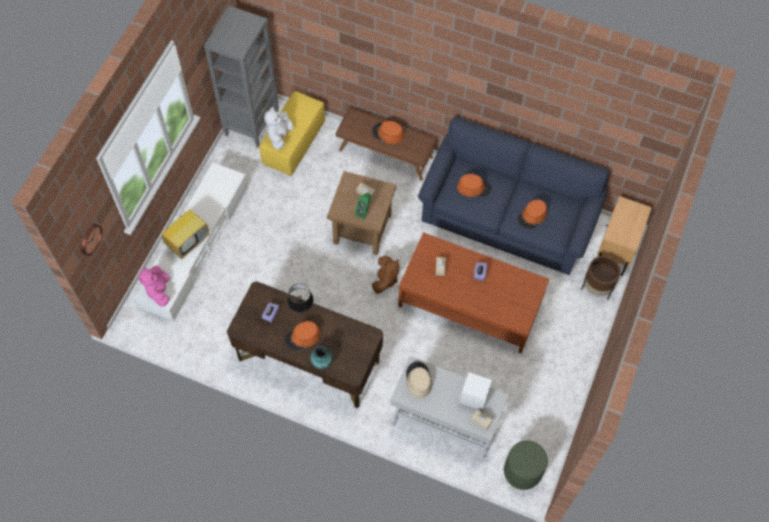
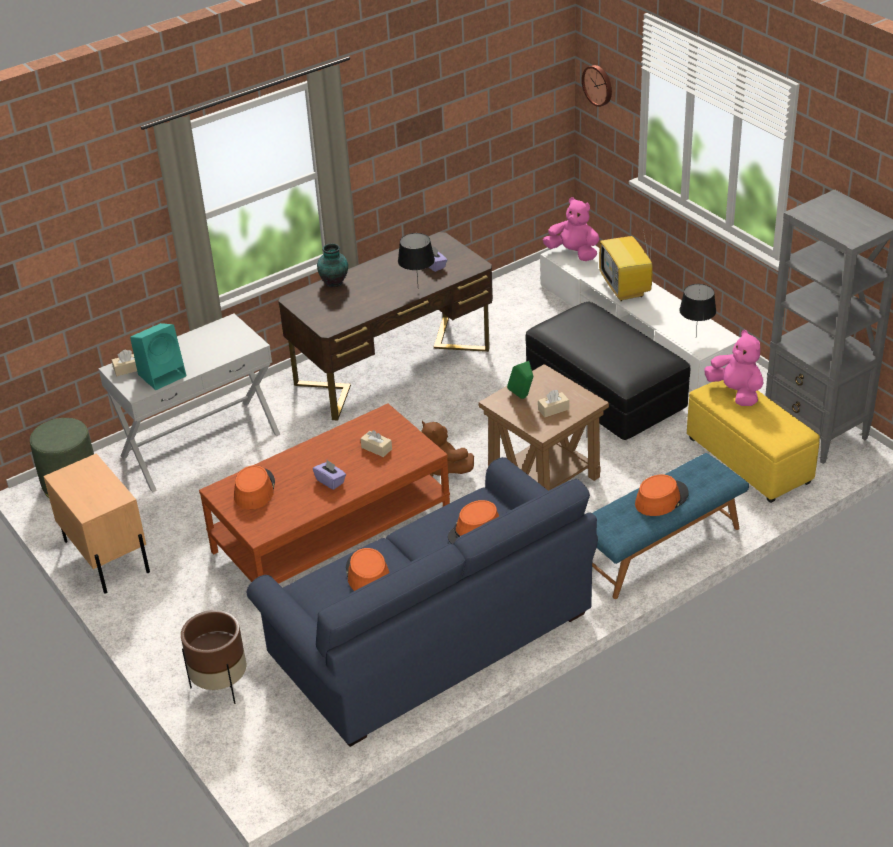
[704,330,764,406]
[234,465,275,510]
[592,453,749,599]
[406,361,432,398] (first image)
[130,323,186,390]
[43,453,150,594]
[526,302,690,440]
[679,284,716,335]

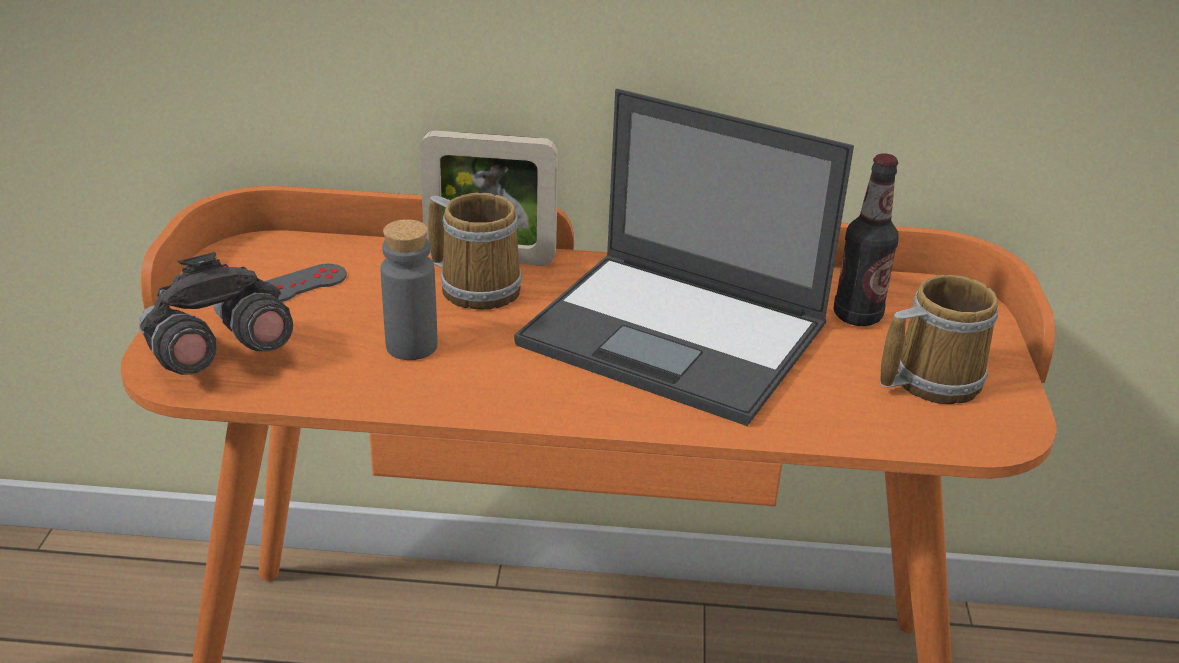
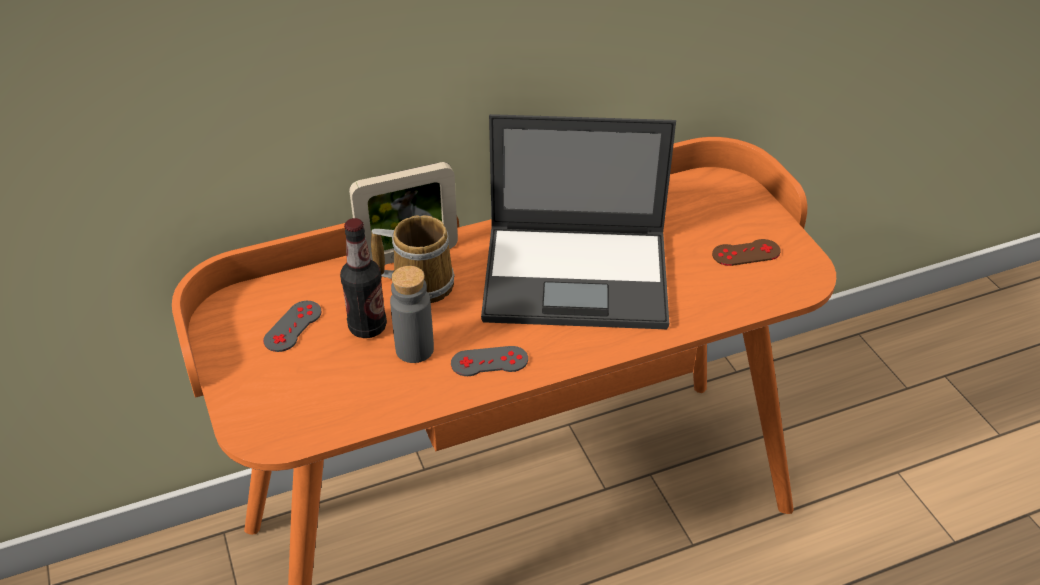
[139,252,293,375] (first image)
[340,218,387,338]
[712,239,780,266]
[451,346,528,376]

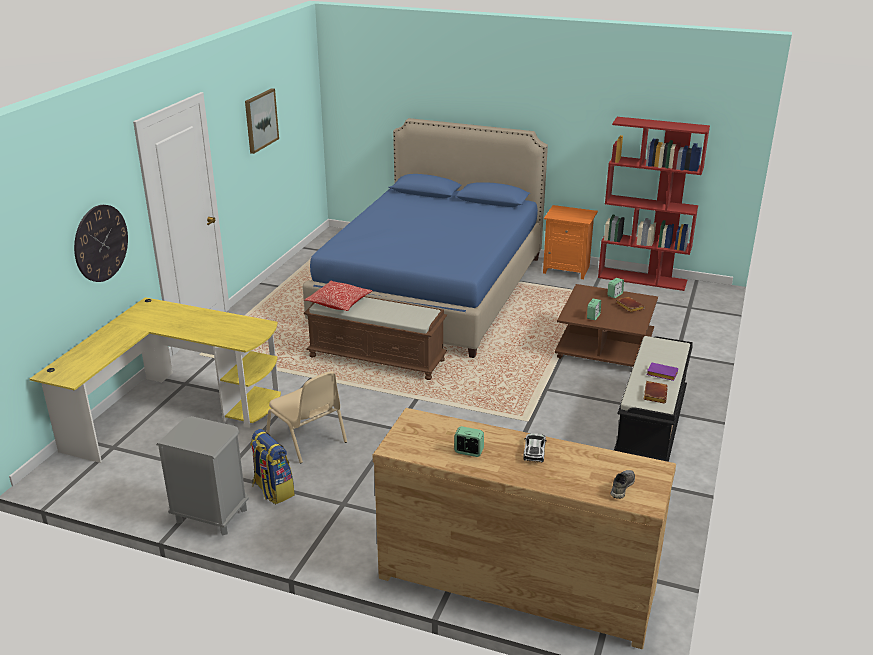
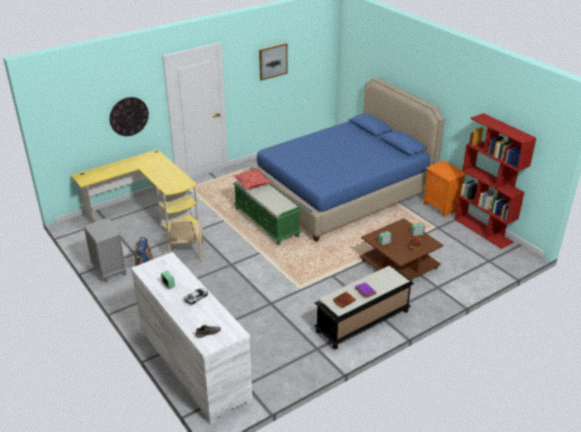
[233,181,301,245]
[131,252,252,424]

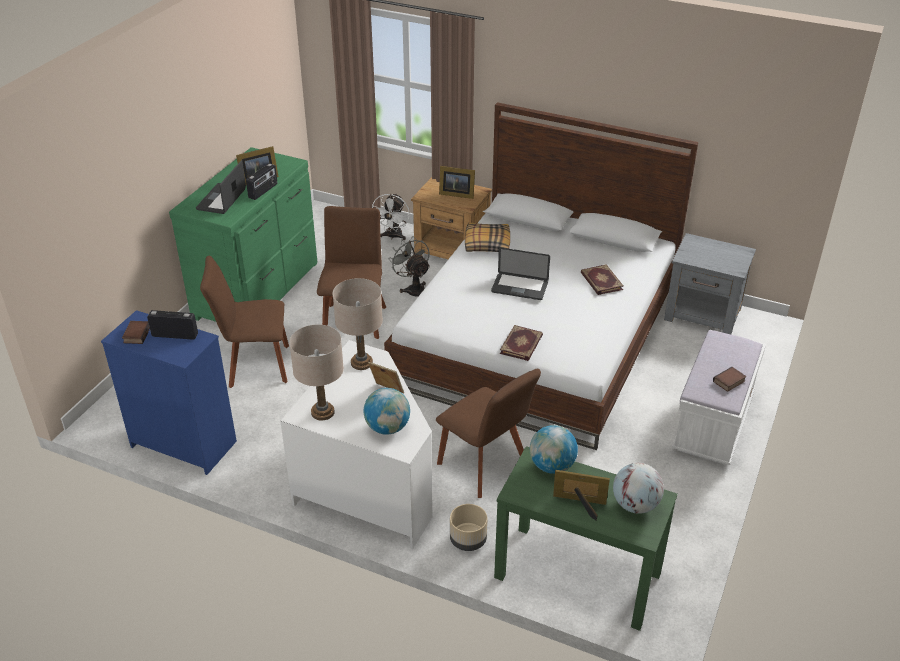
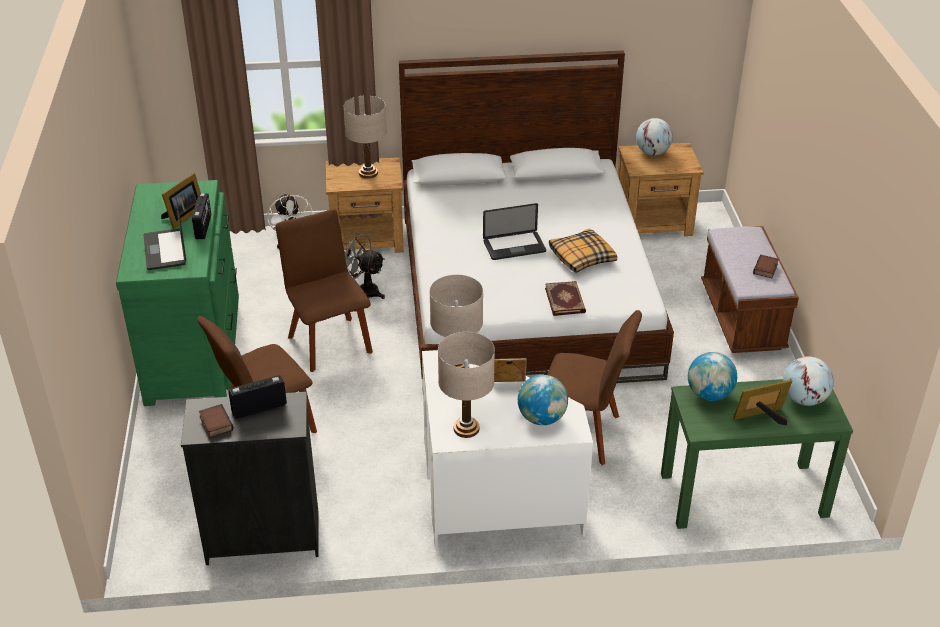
[181,392,319,565]
[343,96,387,179]
[450,504,487,551] (first image)
[549,229,617,273]
[581,264,623,295] (first image)
[618,143,704,236]
[701,226,799,353]
[636,118,673,155]

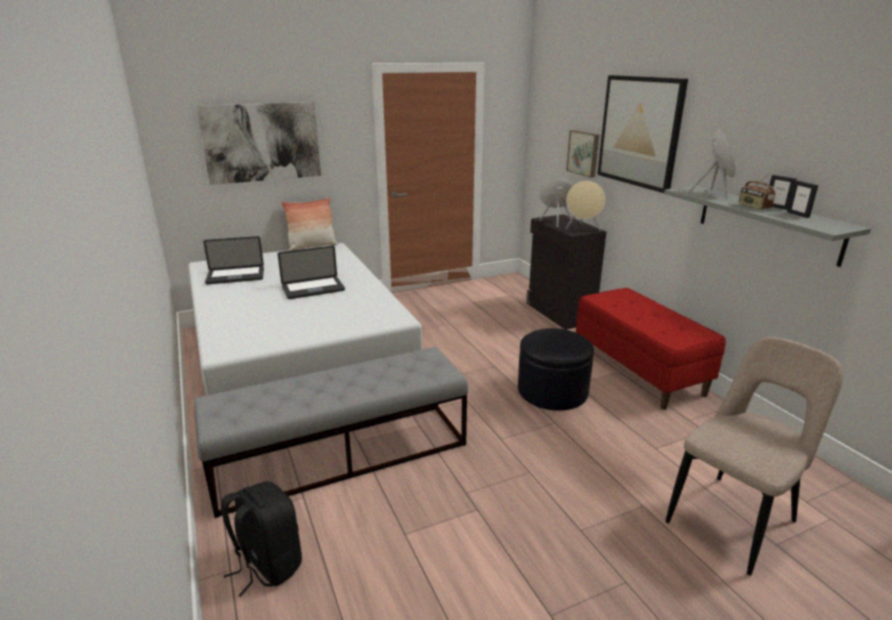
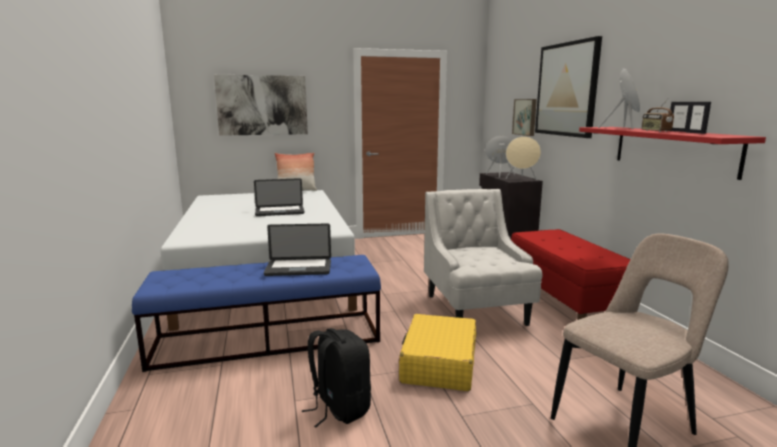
[132,255,381,372]
[264,223,331,276]
[302,328,371,427]
[424,189,543,326]
[579,127,766,180]
[399,314,476,391]

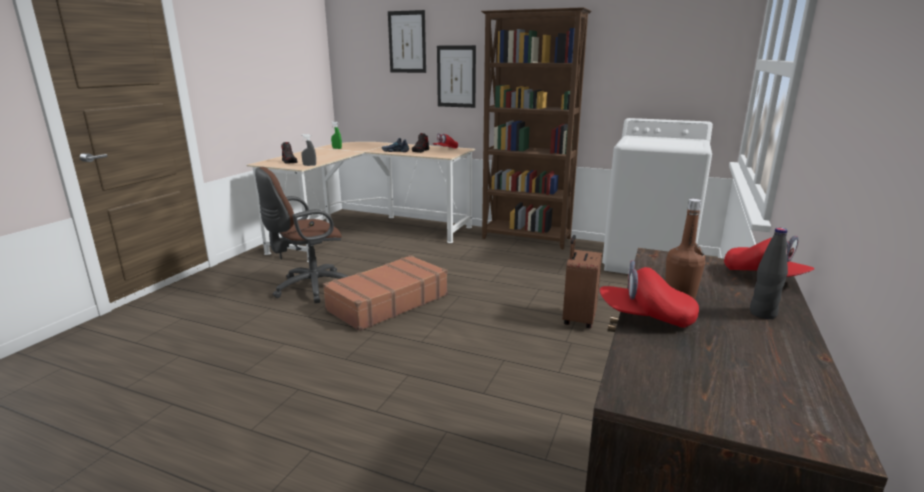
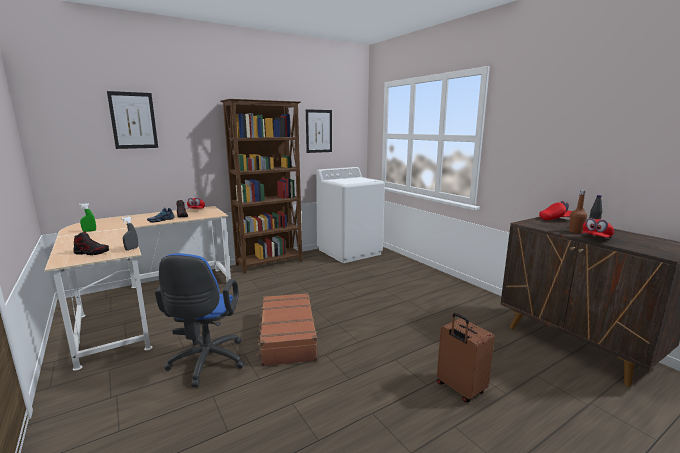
[155,253,245,387]
[306,109,332,153]
[437,313,495,402]

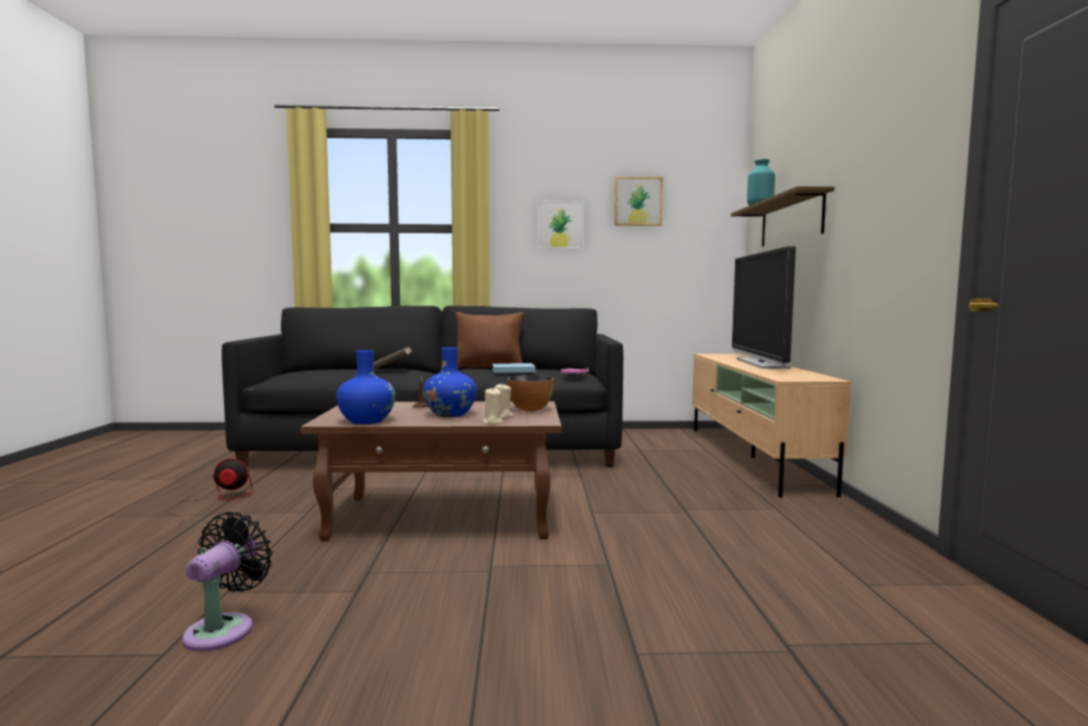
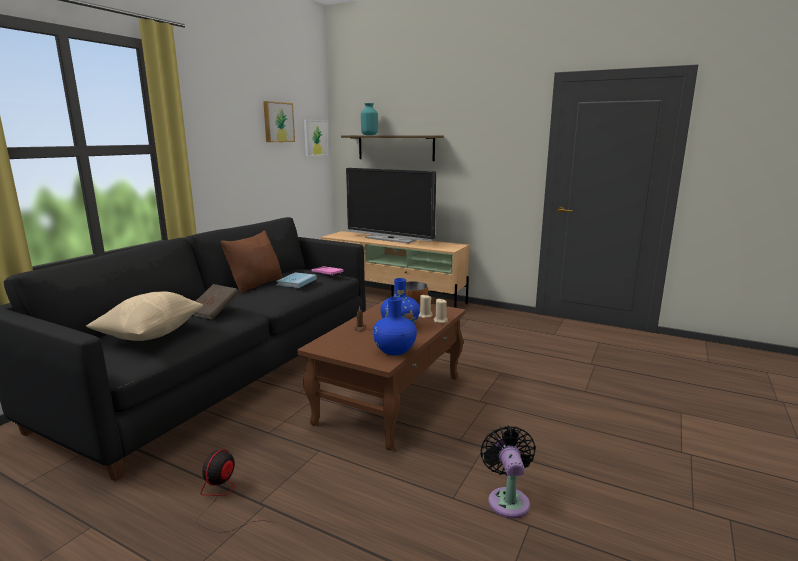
[480,425,536,518]
[304,120,328,156]
[86,291,203,341]

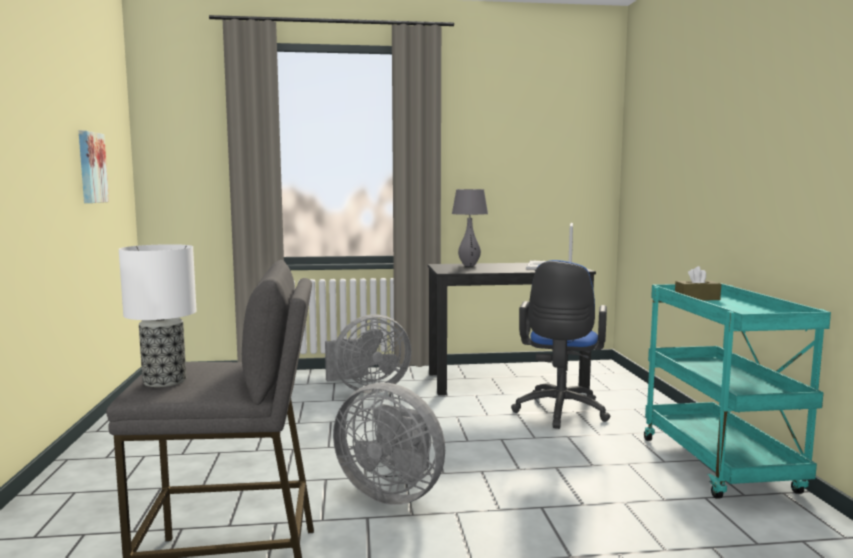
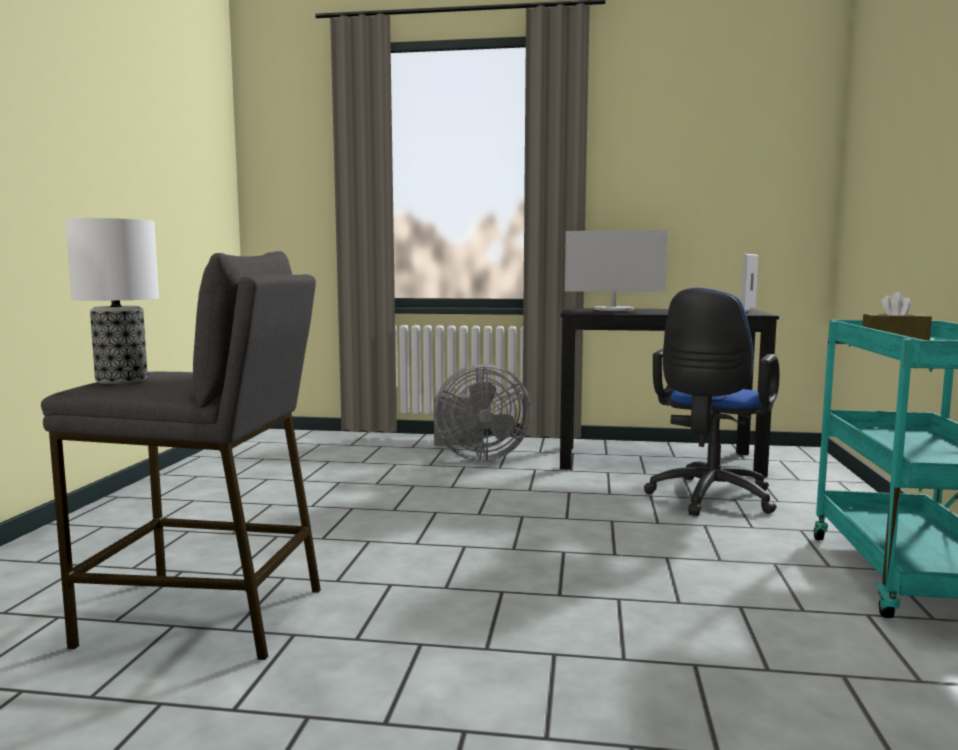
[79,130,109,203] (first image)
[333,382,445,505] (first image)
[565,230,668,311]

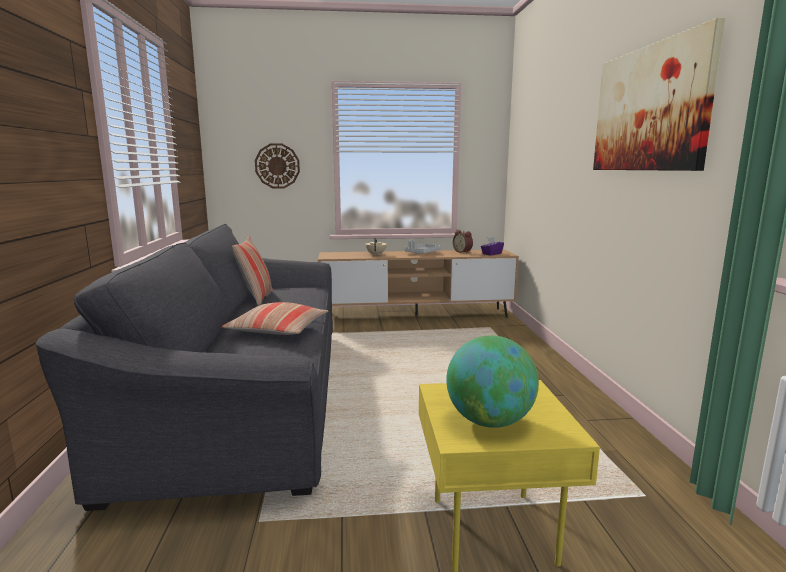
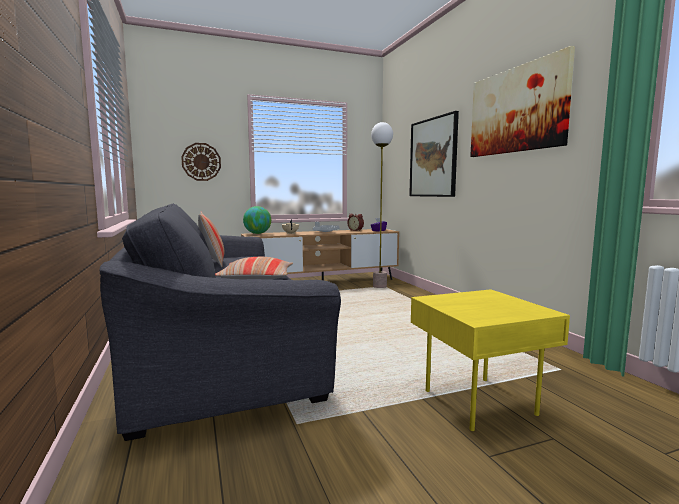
[243,206,271,234]
[371,122,393,288]
[409,111,459,197]

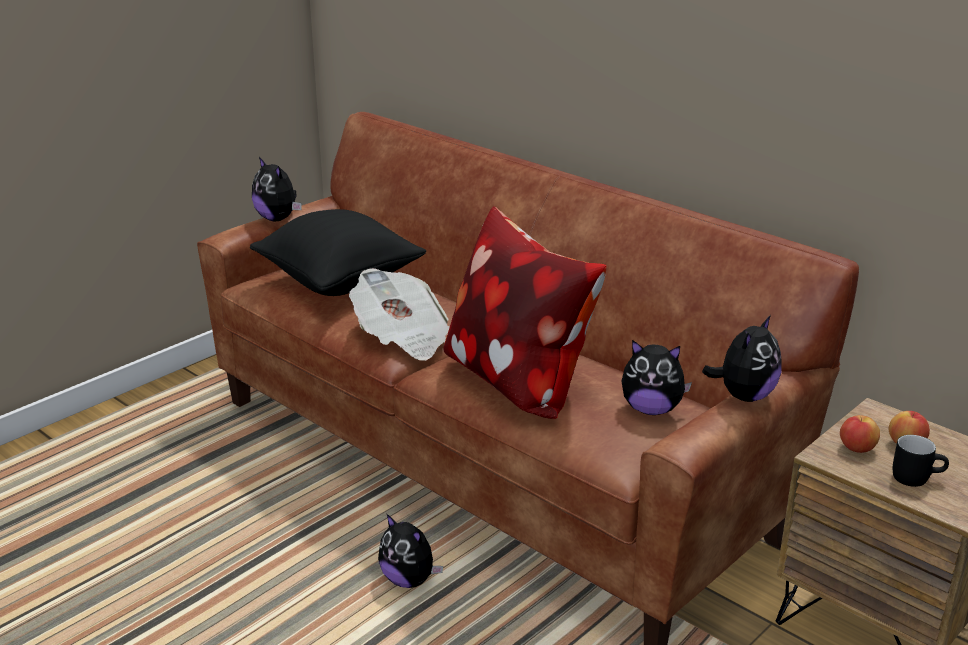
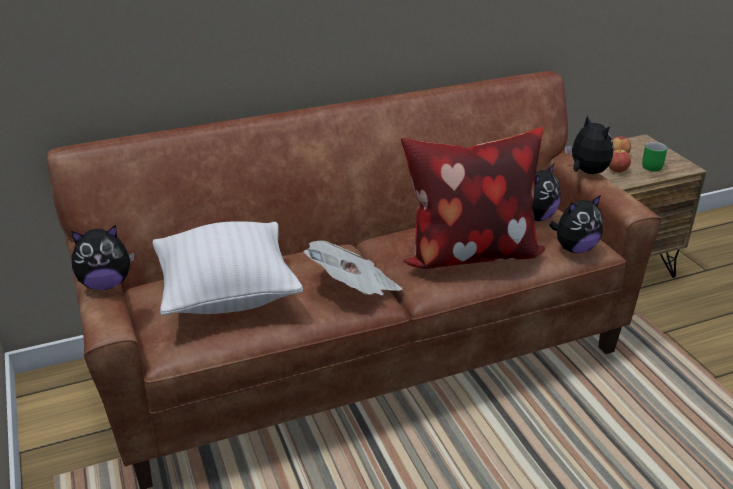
[153,221,303,315]
[549,195,603,253]
[642,142,667,171]

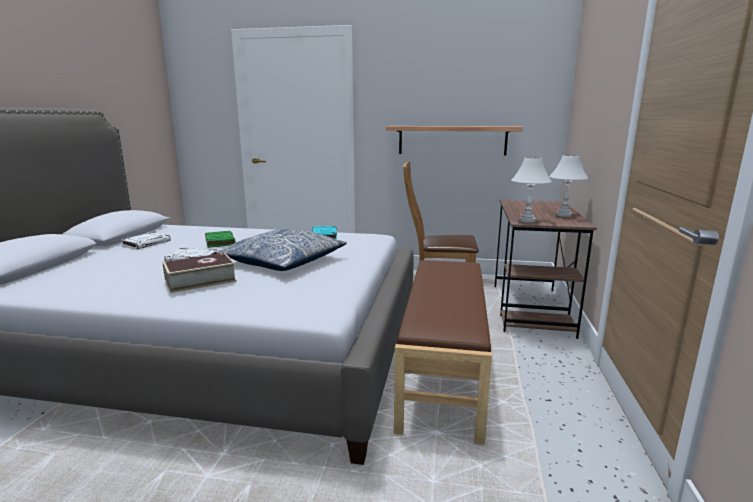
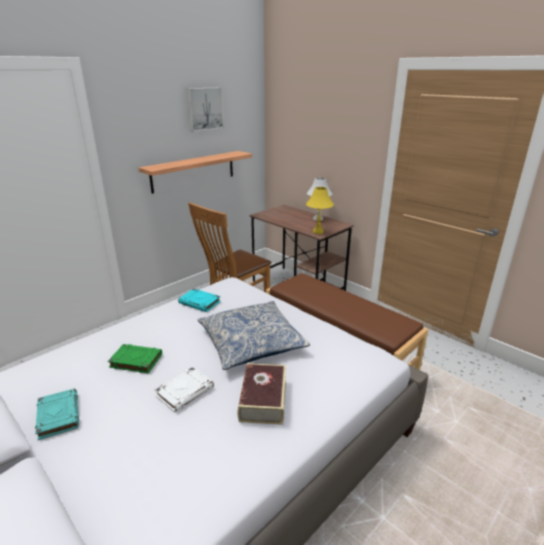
[35,389,79,440]
[306,187,334,234]
[187,87,224,132]

